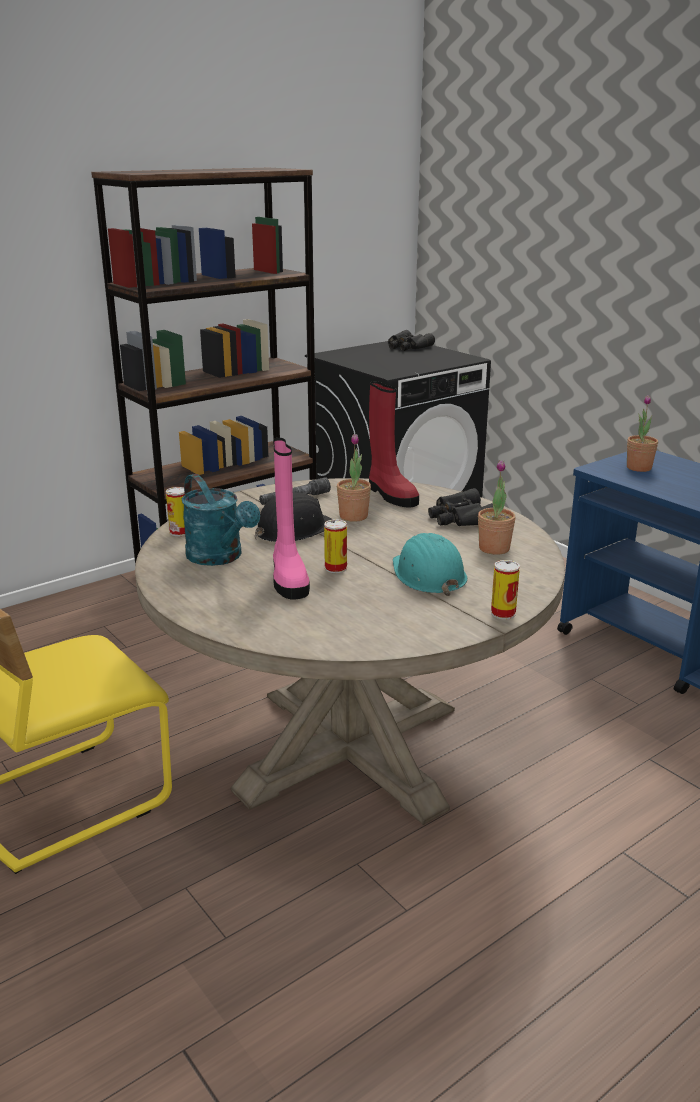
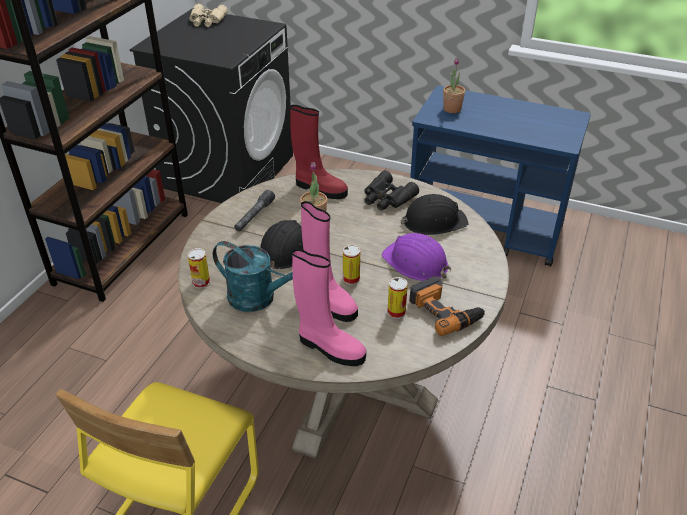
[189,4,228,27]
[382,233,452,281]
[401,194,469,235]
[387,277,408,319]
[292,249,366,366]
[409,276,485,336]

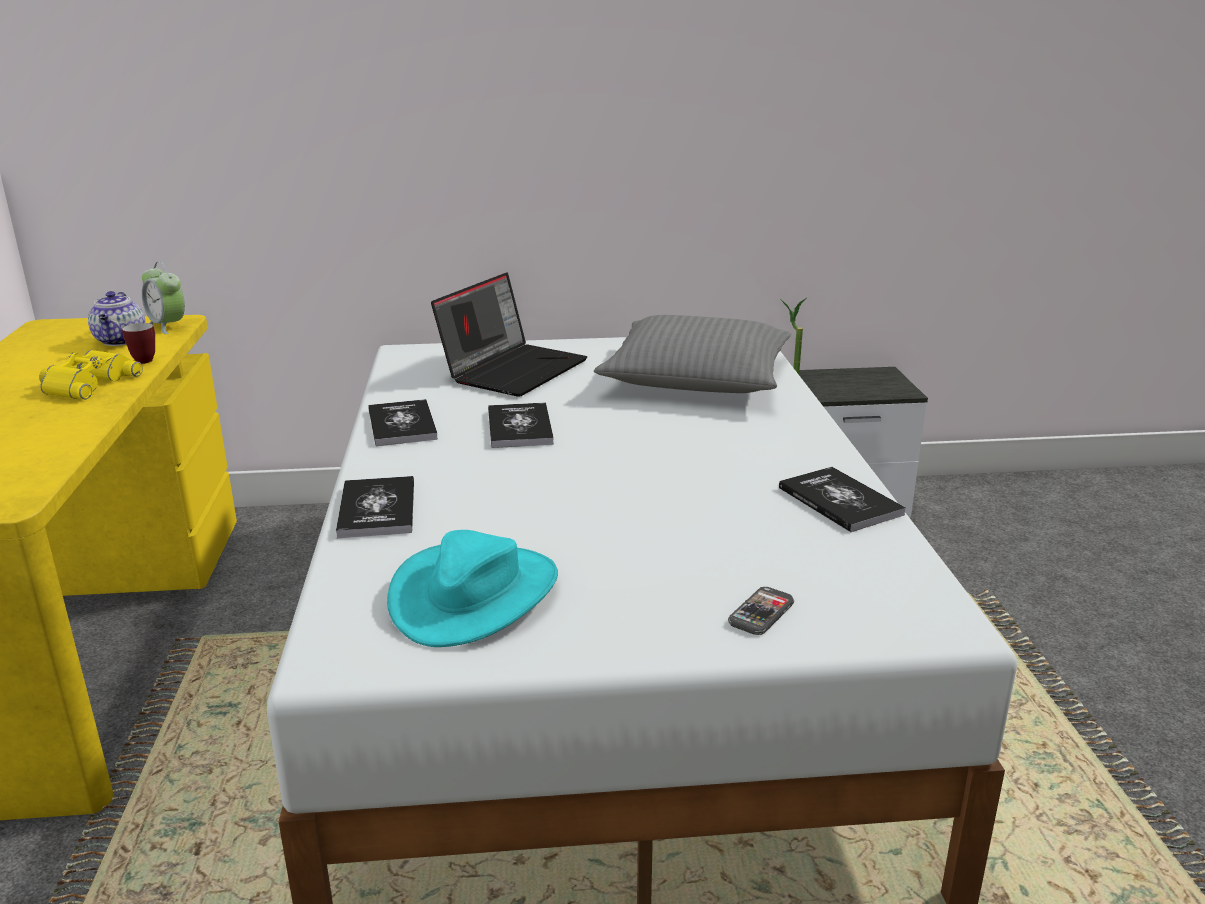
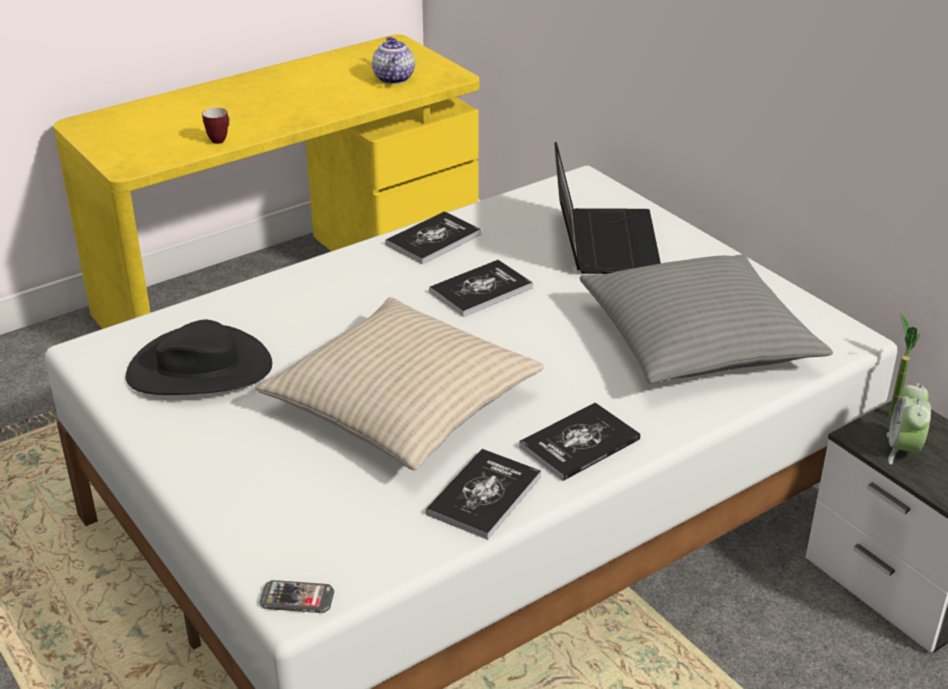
[39,350,143,399] (first image)
[372,37,415,84]
[202,108,230,144]
[887,383,931,465]
[519,402,640,481]
[126,319,272,395]
[554,142,661,274]
[260,580,334,613]
[256,297,544,470]

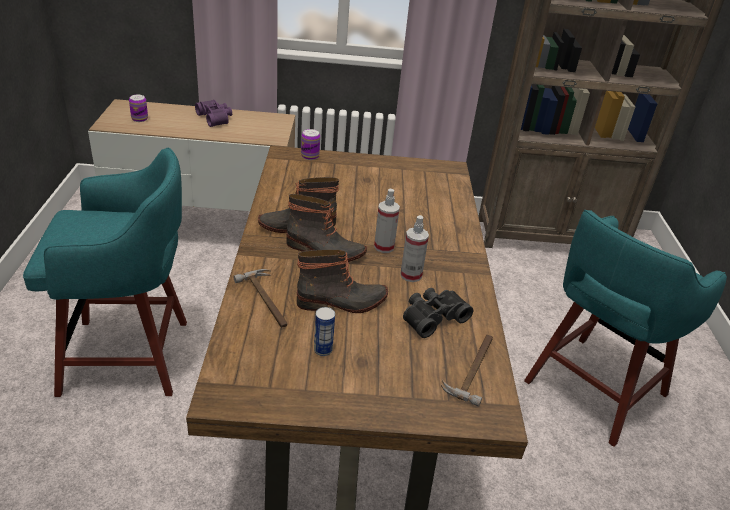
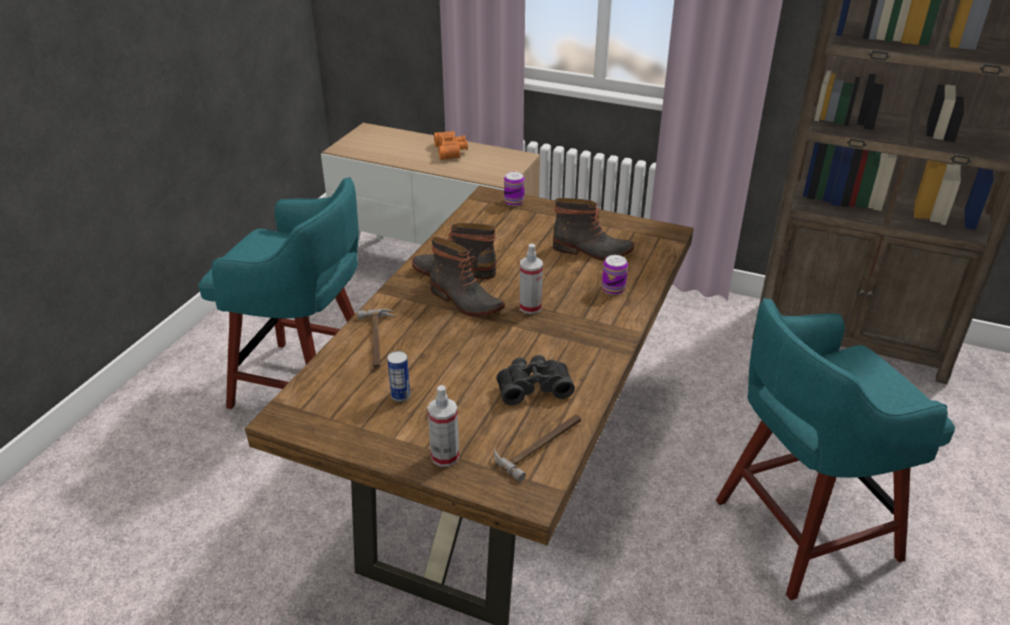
[602,255,628,295]
[434,131,468,160]
[553,198,635,261]
[428,385,459,467]

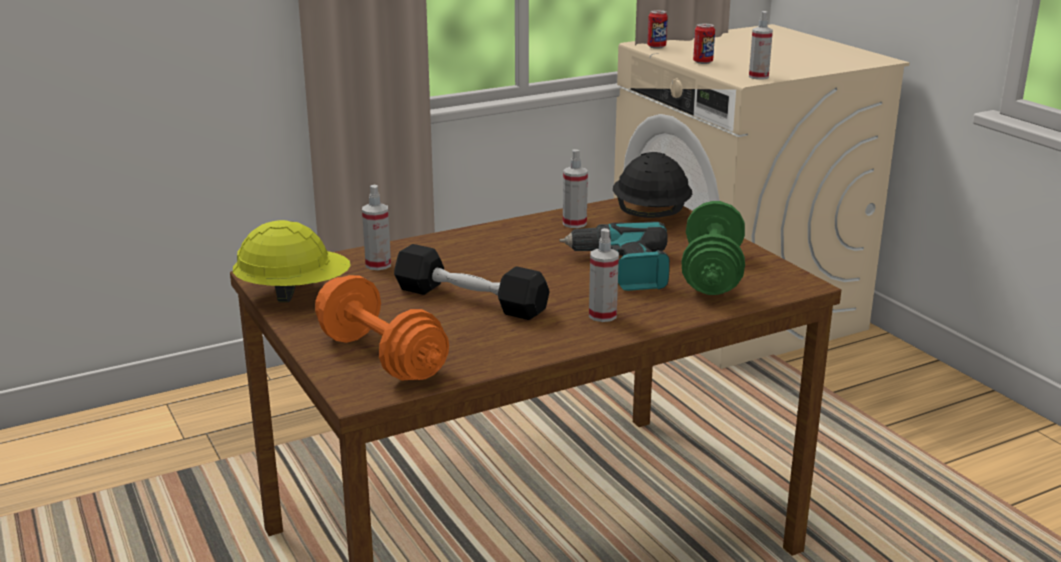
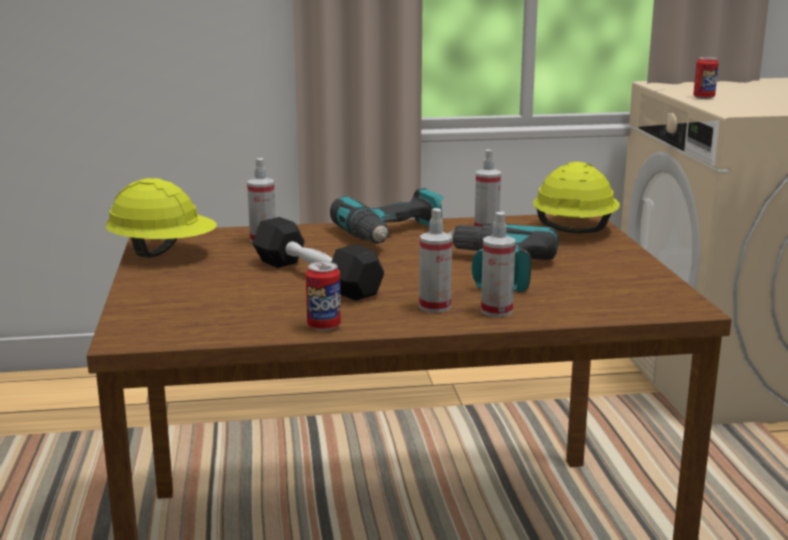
[315,275,449,381] (first image)
[533,162,620,233]
[306,262,341,331]
[681,201,745,295] (first image)
[481,211,516,317]
[330,188,444,244]

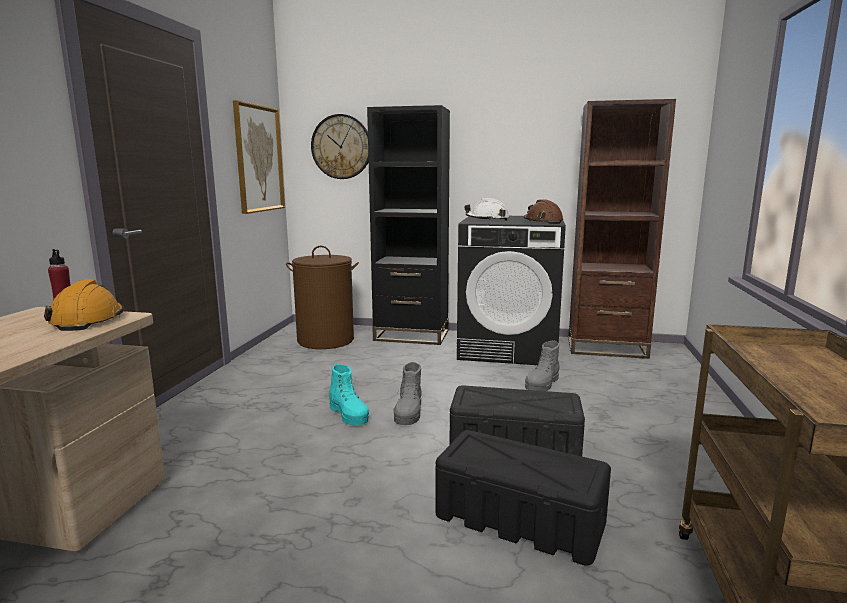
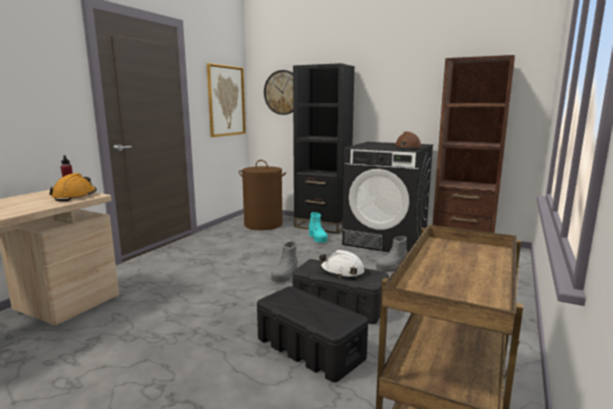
[309,212,328,243]
[319,250,365,278]

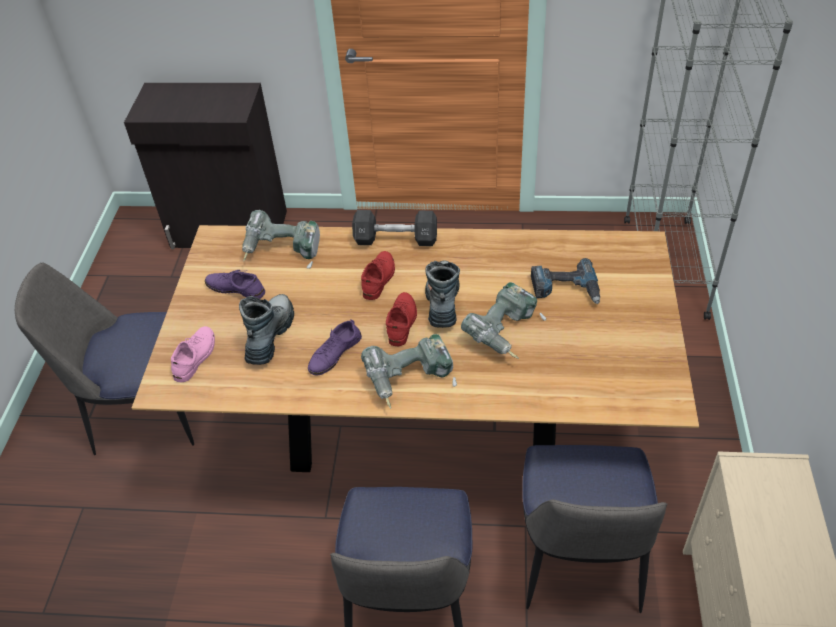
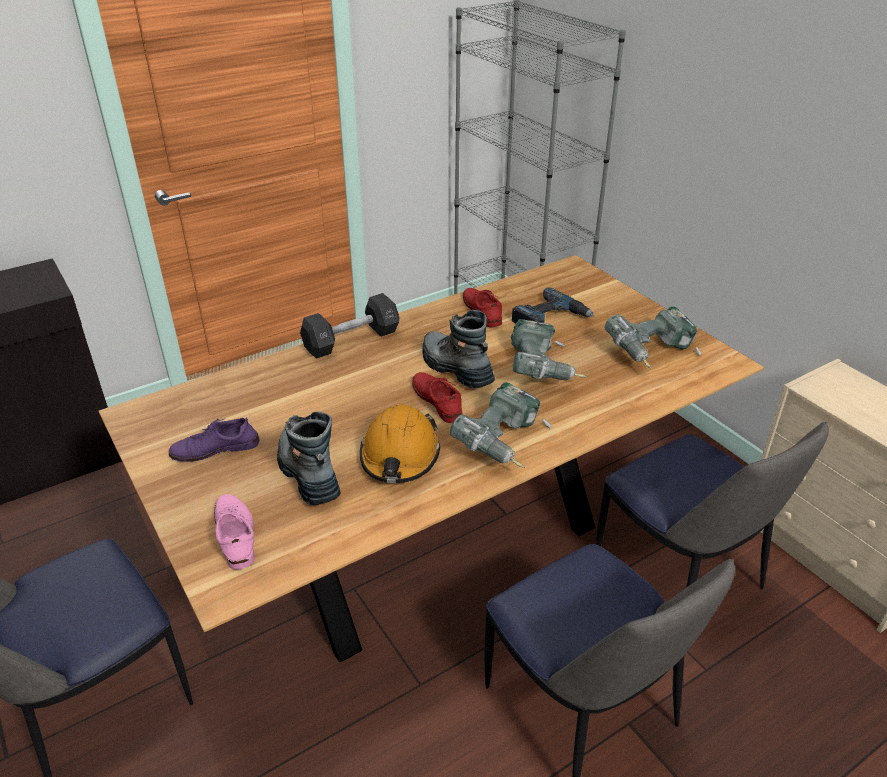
[604,306,701,369]
[360,404,440,483]
[463,288,502,327]

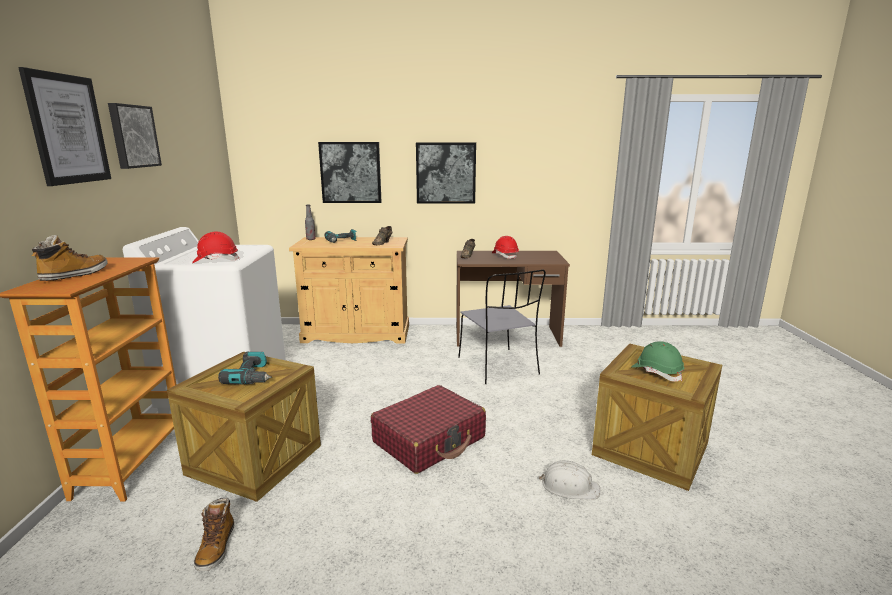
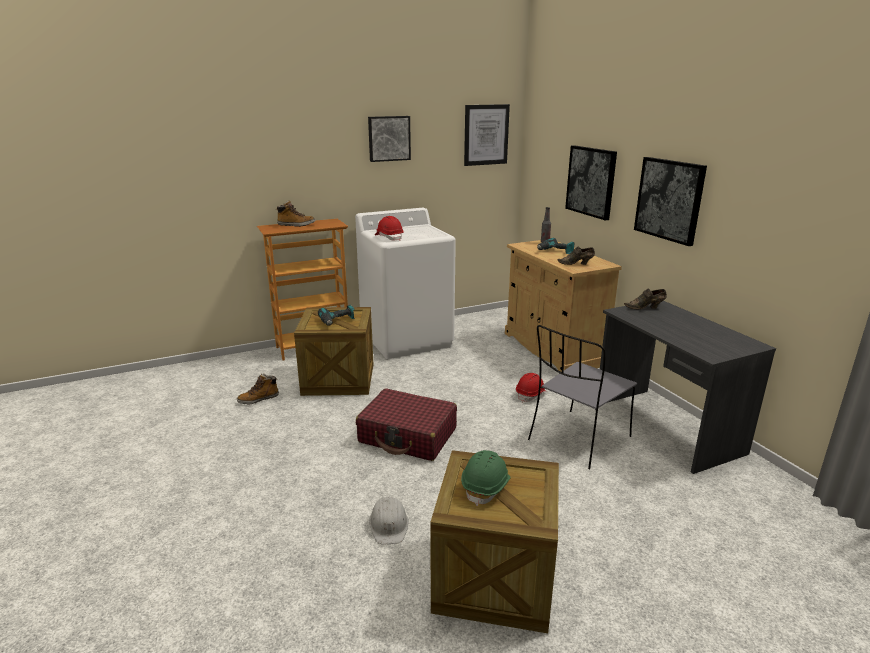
[464,104,510,166]
[600,301,776,474]
[516,373,546,402]

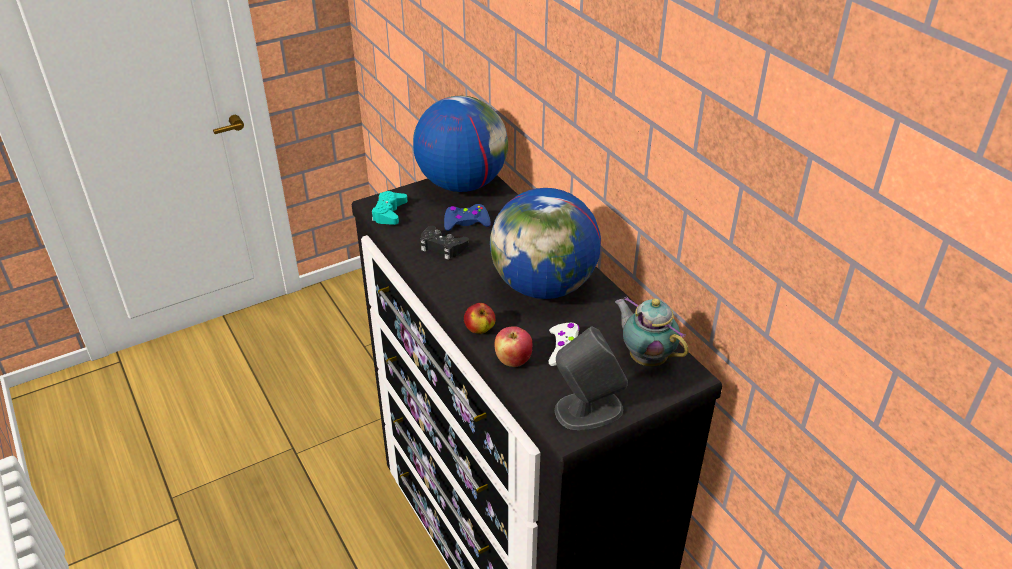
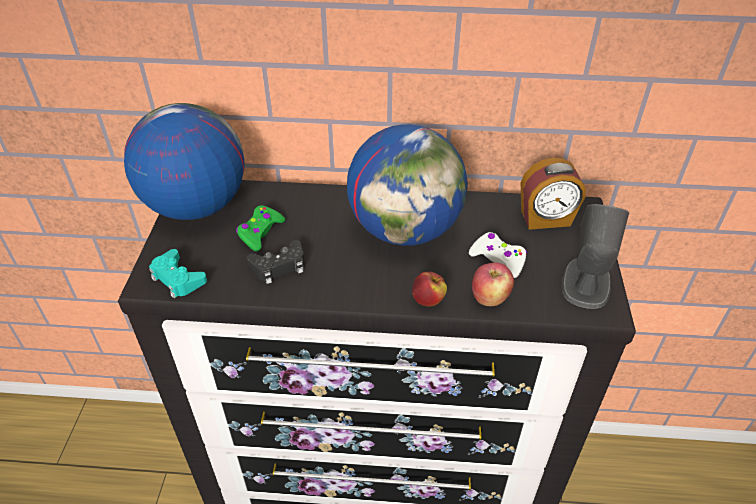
[236,205,285,251]
[521,157,586,230]

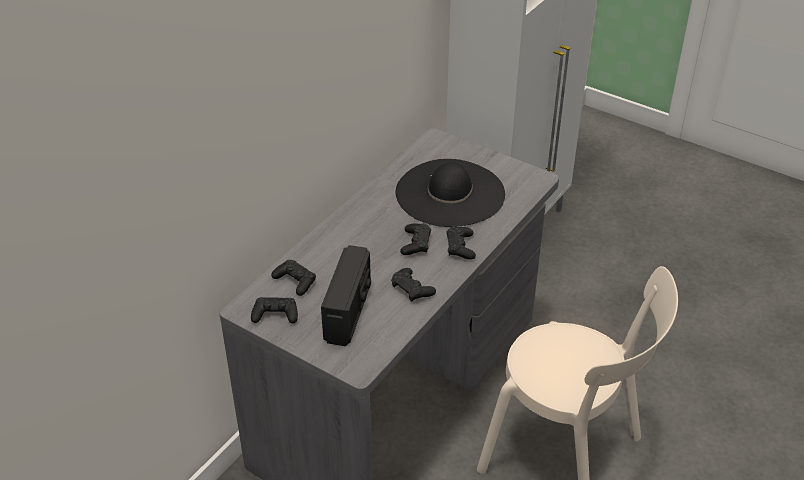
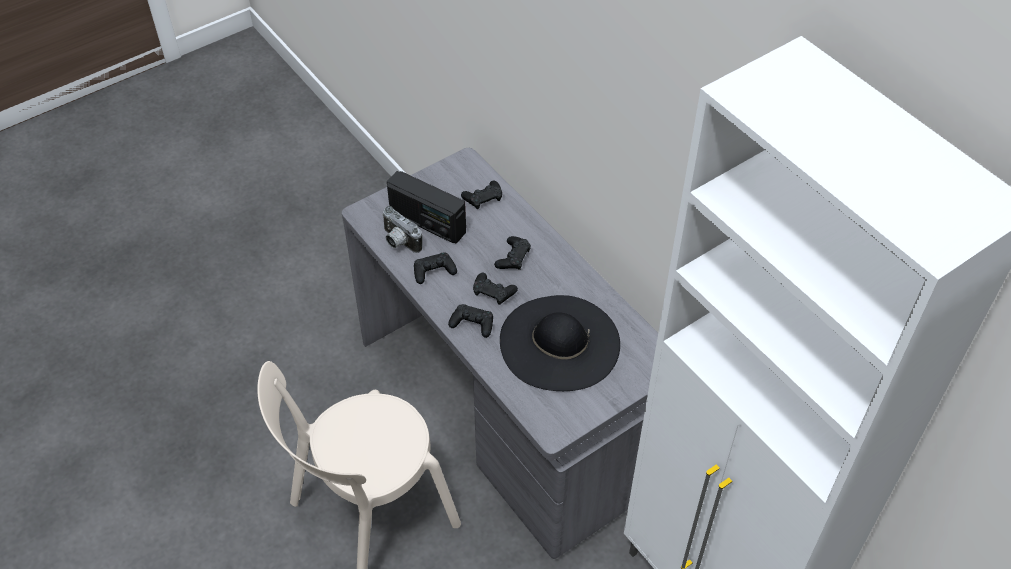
[494,236,531,270]
[382,206,422,253]

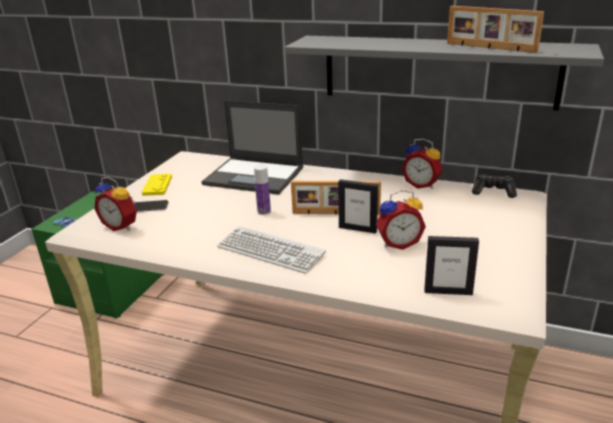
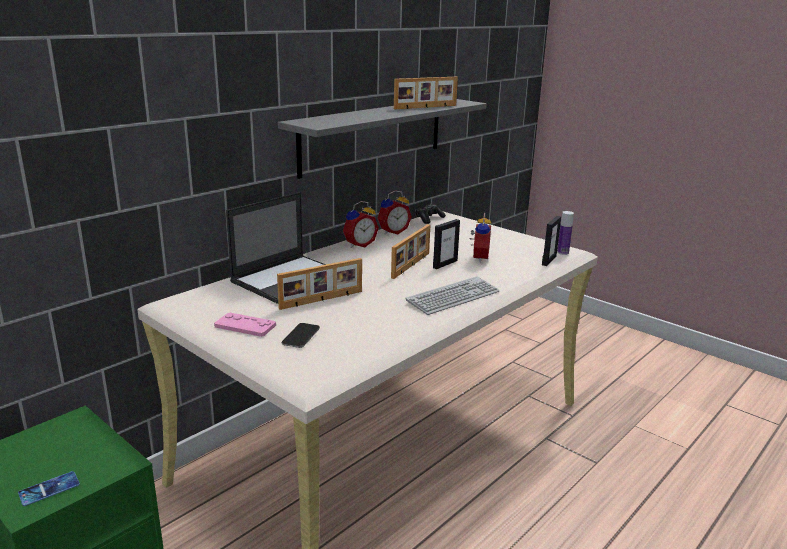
[343,201,379,248]
[214,313,276,337]
[557,211,574,255]
[277,258,362,310]

